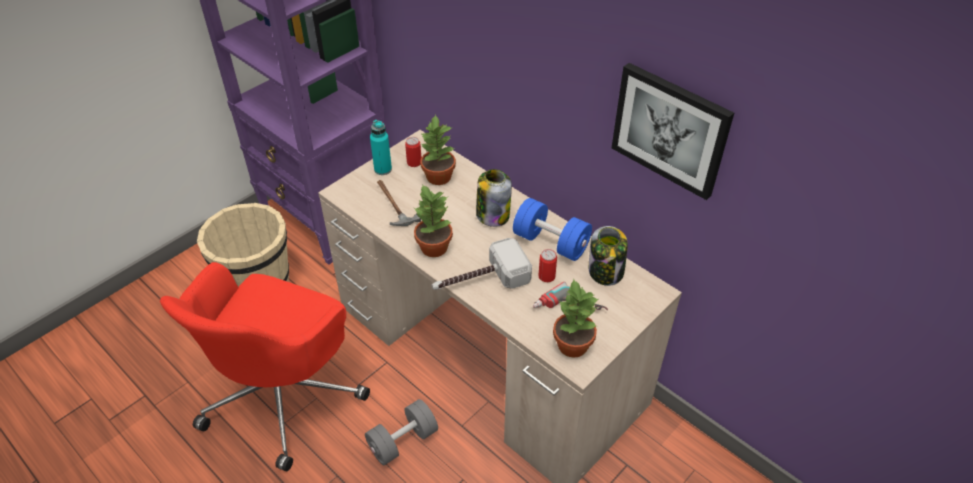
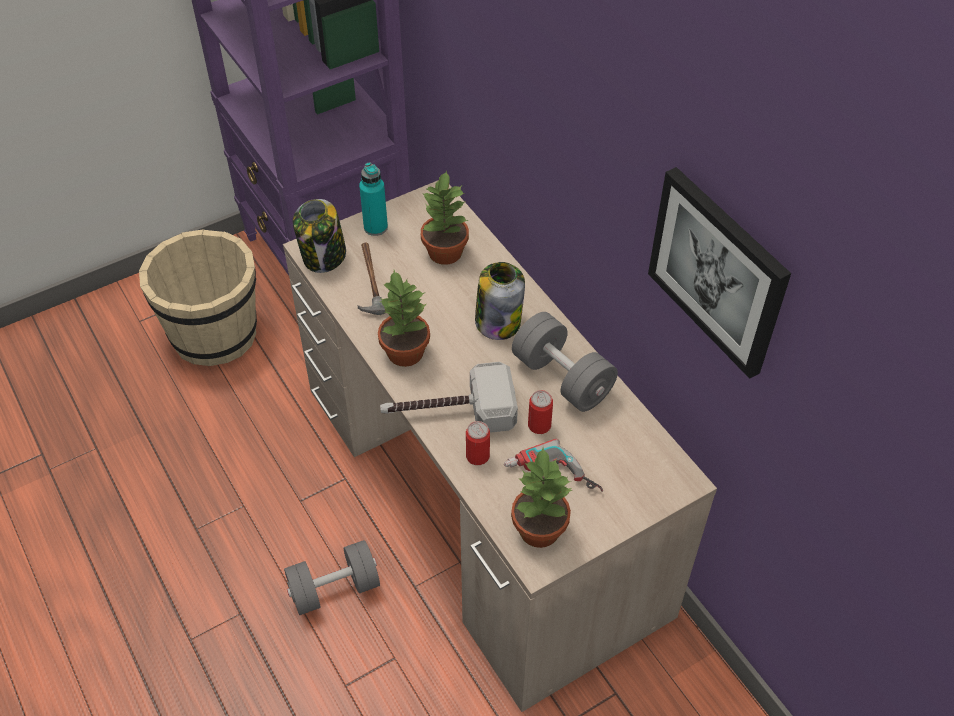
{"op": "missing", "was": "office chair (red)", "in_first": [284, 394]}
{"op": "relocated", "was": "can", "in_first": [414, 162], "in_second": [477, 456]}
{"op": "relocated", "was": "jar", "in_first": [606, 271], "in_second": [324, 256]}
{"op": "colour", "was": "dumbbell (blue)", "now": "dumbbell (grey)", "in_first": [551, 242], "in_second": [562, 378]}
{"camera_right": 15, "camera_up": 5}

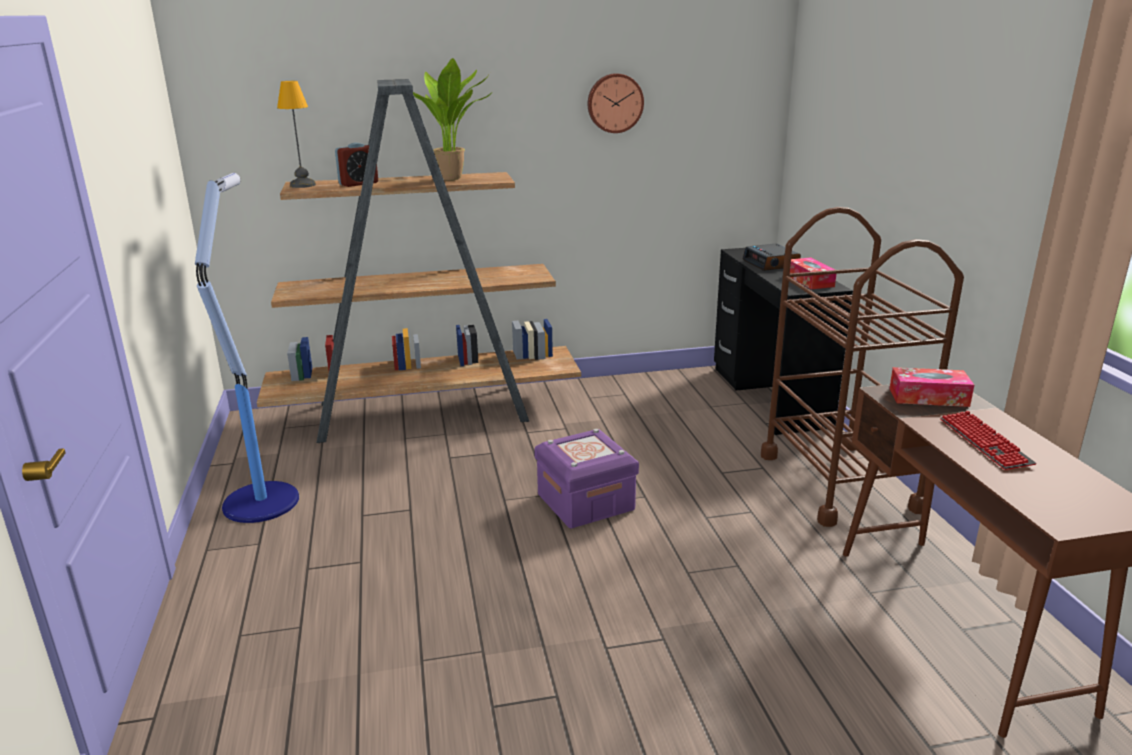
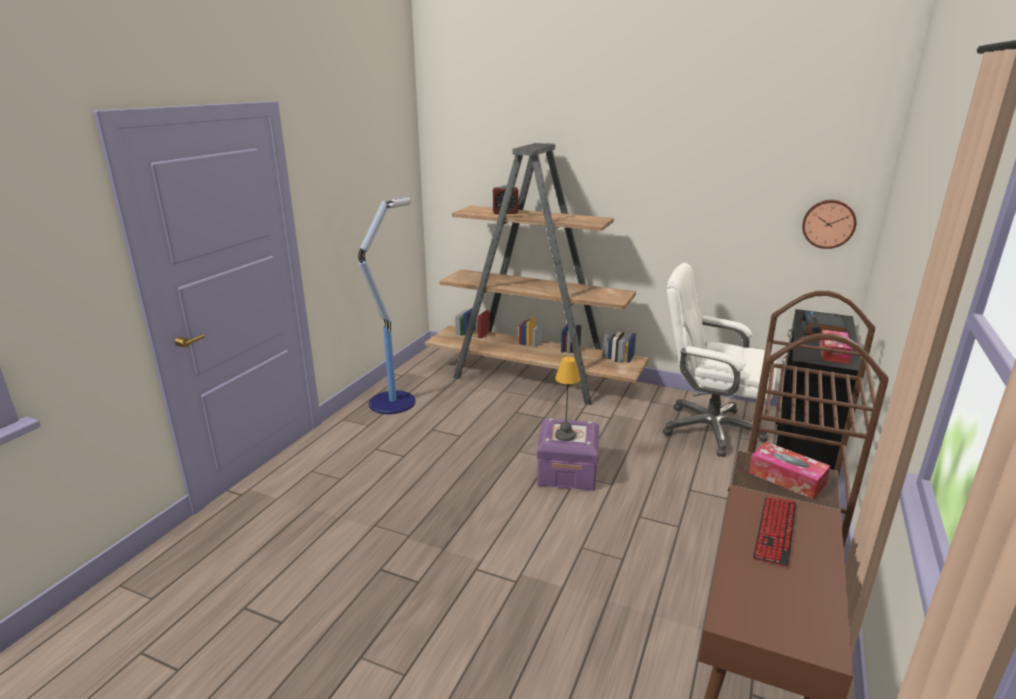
{"op": "missing", "was": "potted plant", "in_first": [454, 179]}
{"op": "appeared", "now": "office chair (white)", "in_second": [710, 429]}
{"op": "relocated", "was": "table lamp", "in_first": [303, 185], "in_second": [565, 435]}
{"op": "relocated", "was": "wall clock", "in_first": [614, 103], "in_second": [828, 223]}
{"camera_right": 35, "camera_up": 0}

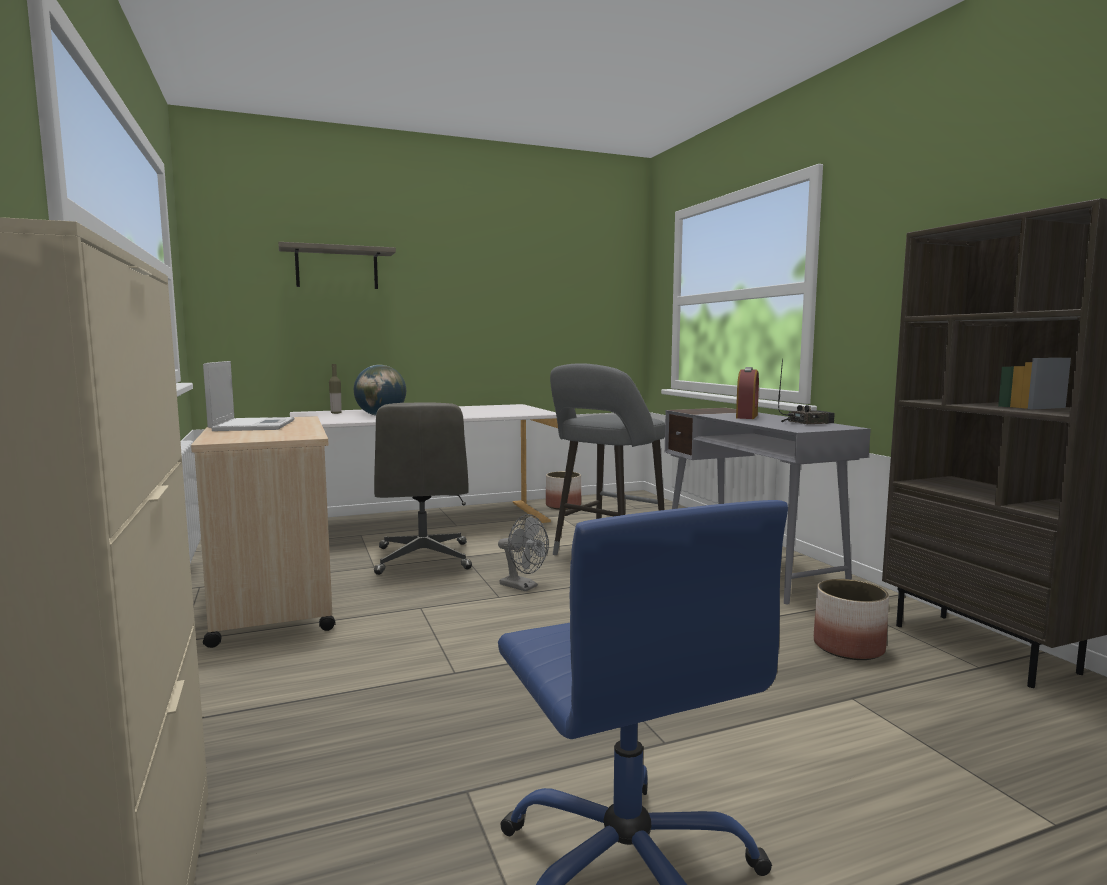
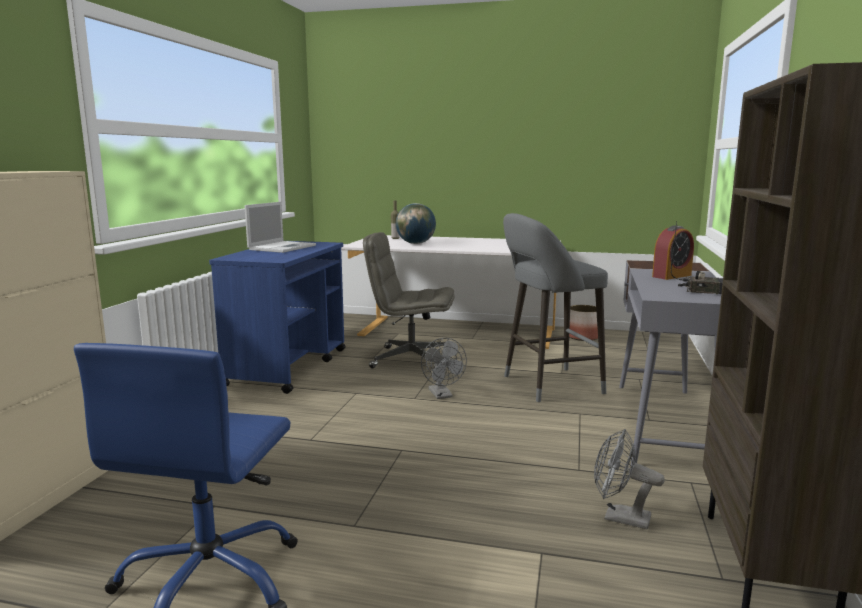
{"op": "missing", "was": "shelf", "in_first": [337, 268]}
{"op": "exchanged", "was": "planter", "now": "fan (grey)", "in_first": [849, 647], "in_second": [619, 517]}
{"op": "colour", "was": "cart (beige)", "now": "cart (blue)", "in_first": [273, 599], "in_second": [288, 367]}
{"op": "spun", "was": "office chair (grey)", "in_first": [423, 559], "in_second": [410, 359], "clockwise": 75}
{"camera_right": 35, "camera_up": 5}

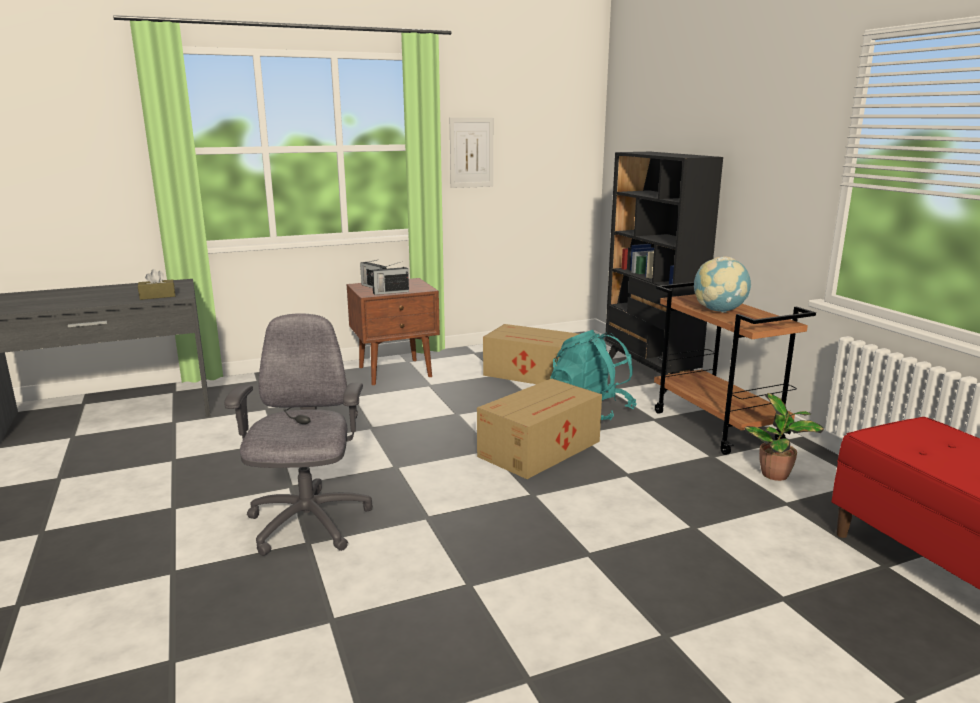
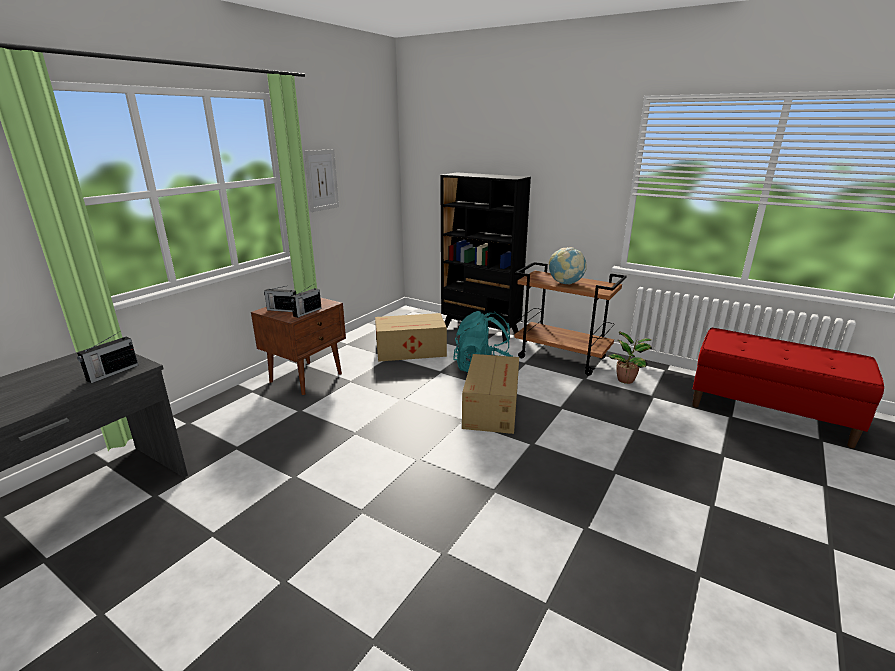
{"op": "missing", "was": "office chair (grey)", "in_first": [308, 524]}
{"op": "exchanged", "was": "tissue box (brown)", "now": "radio", "in_first": [157, 296], "in_second": [112, 373]}
{"camera_right": -35, "camera_up": 5}

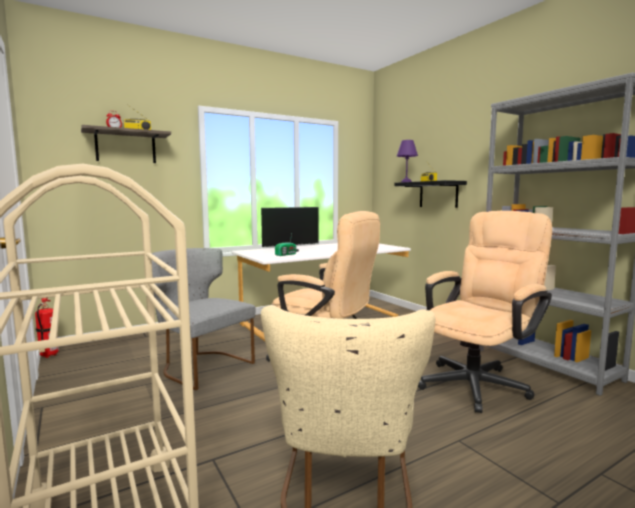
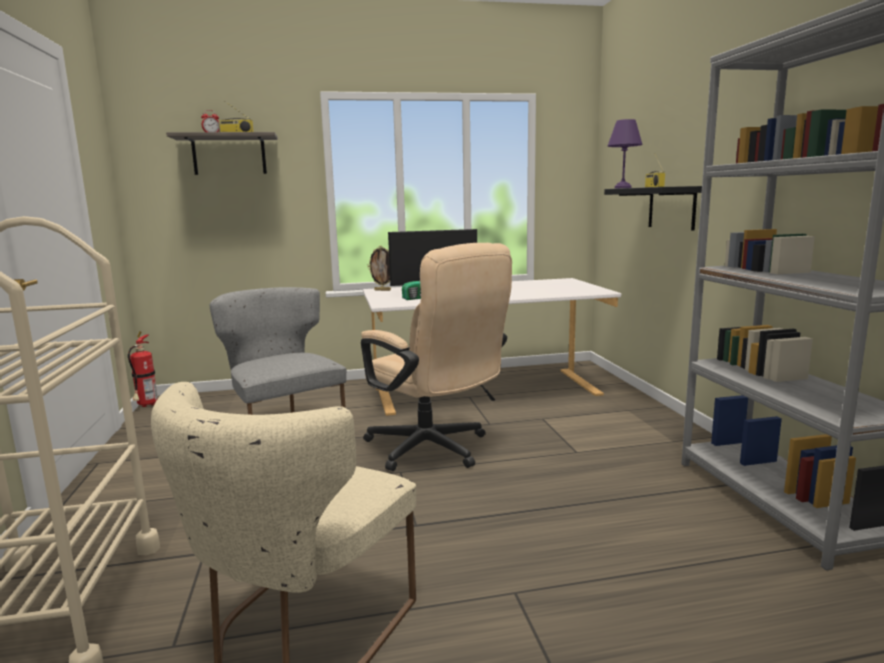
{"op": "missing", "was": "office chair (beige)", "in_first": [479, 382]}
{"op": "appeared", "now": "picture frame", "in_second": [382, 290]}
{"camera_right": 20, "camera_up": 5}

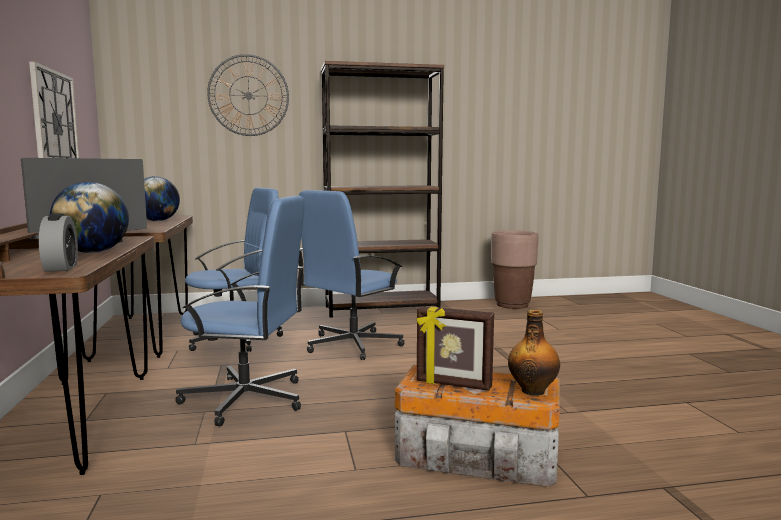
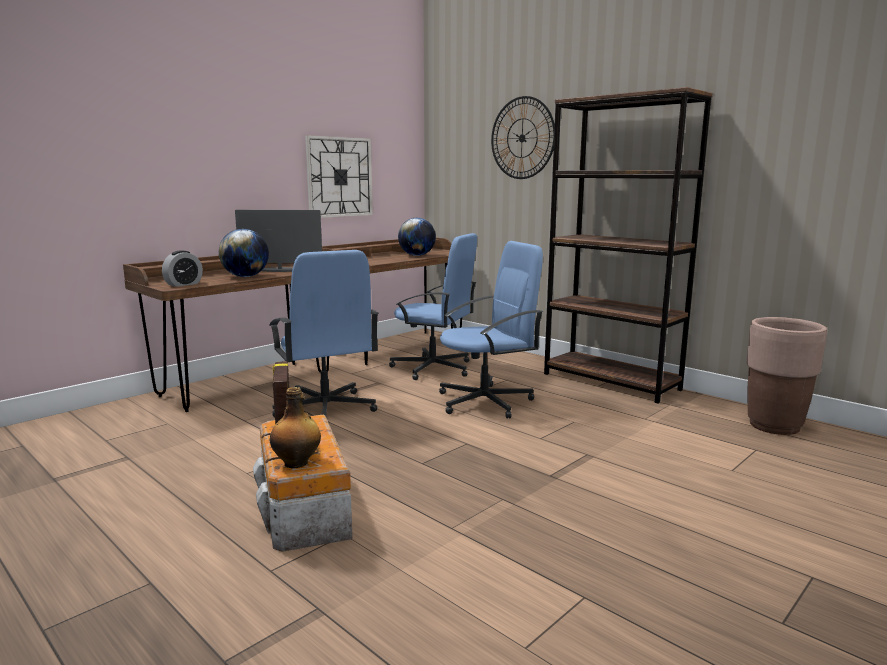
{"op": "spun", "was": "office chair (blue)", "in_first": [351, 345], "in_second": [486, 401], "clockwise": 150}
{"camera_right": 55, "camera_up": 5}

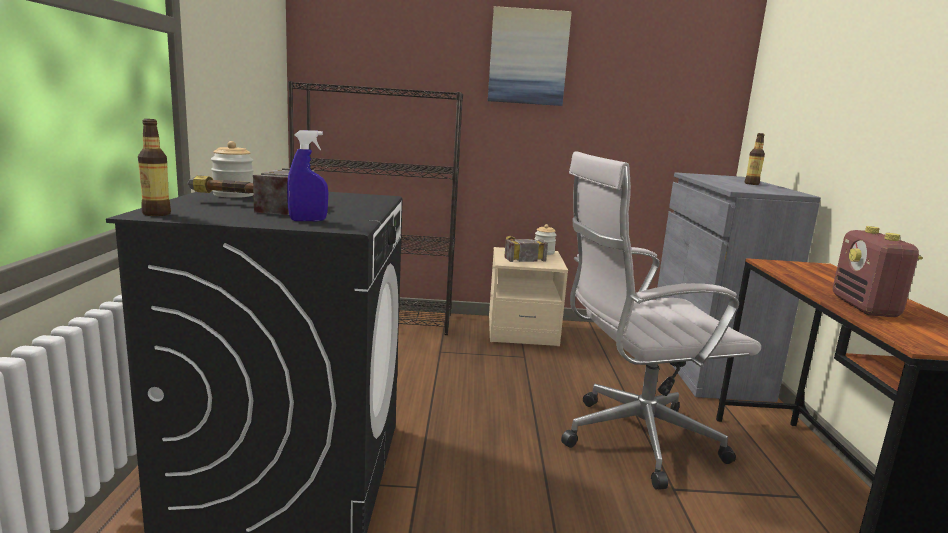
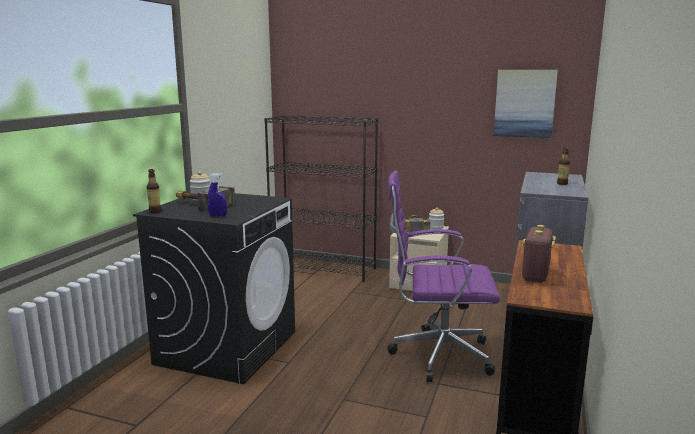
{"op": "relocated", "was": "picture", "in_first": [528, 57], "in_second": [524, 103]}
{"op": "colour", "was": "office chair (white)", "now": "office chair (purple)", "in_first": [632, 440], "in_second": [436, 355]}
{"camera_right": 20, "camera_up": 0}

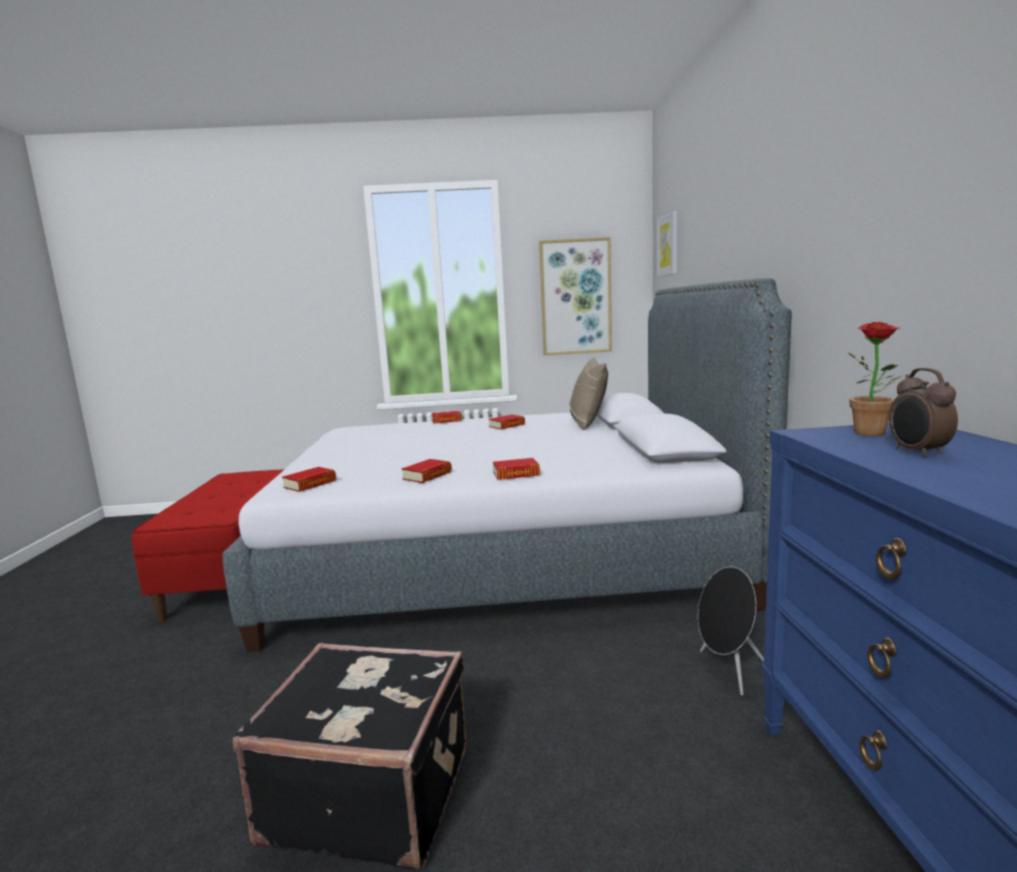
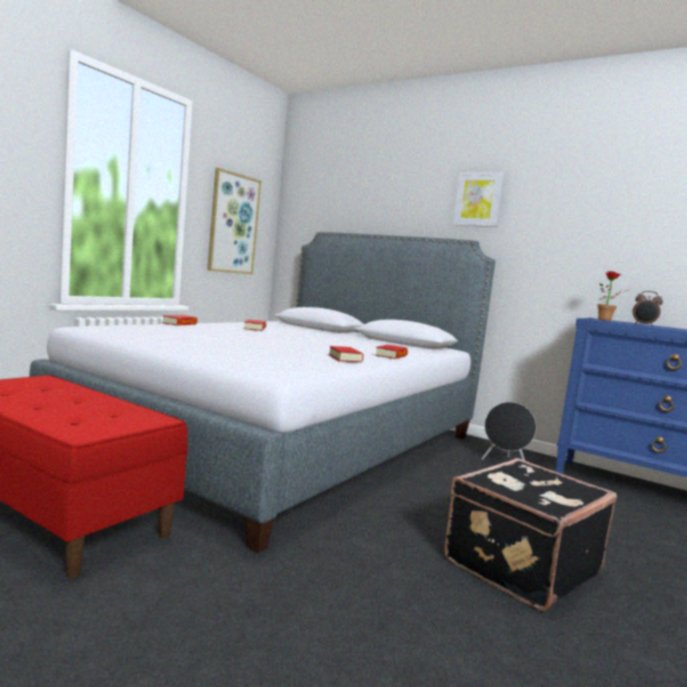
{"op": "missing", "was": "book", "in_first": [310, 484]}
{"op": "missing", "was": "pillow (beige)", "in_first": [588, 423]}
{"op": "relocated", "was": "picture", "in_first": [668, 245], "in_second": [478, 199]}
{"camera_right": -55, "camera_up": -5}

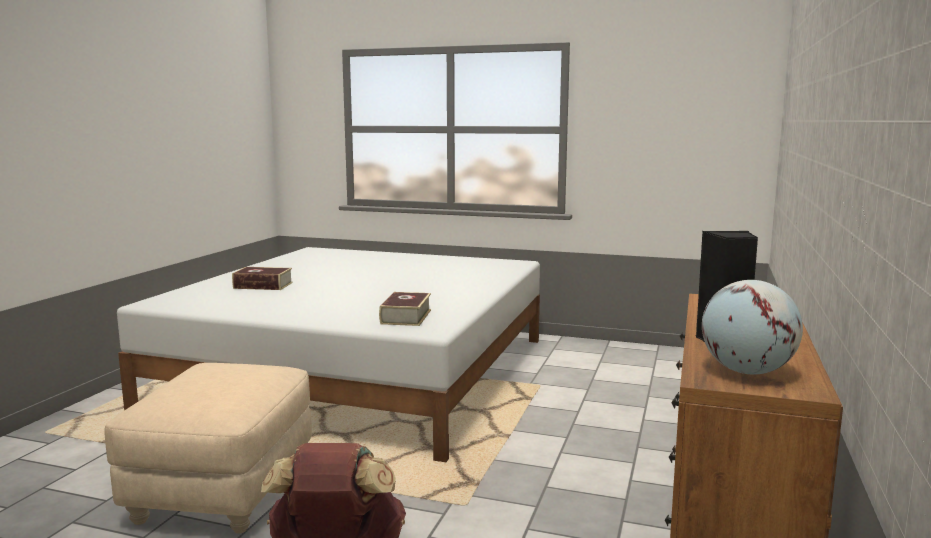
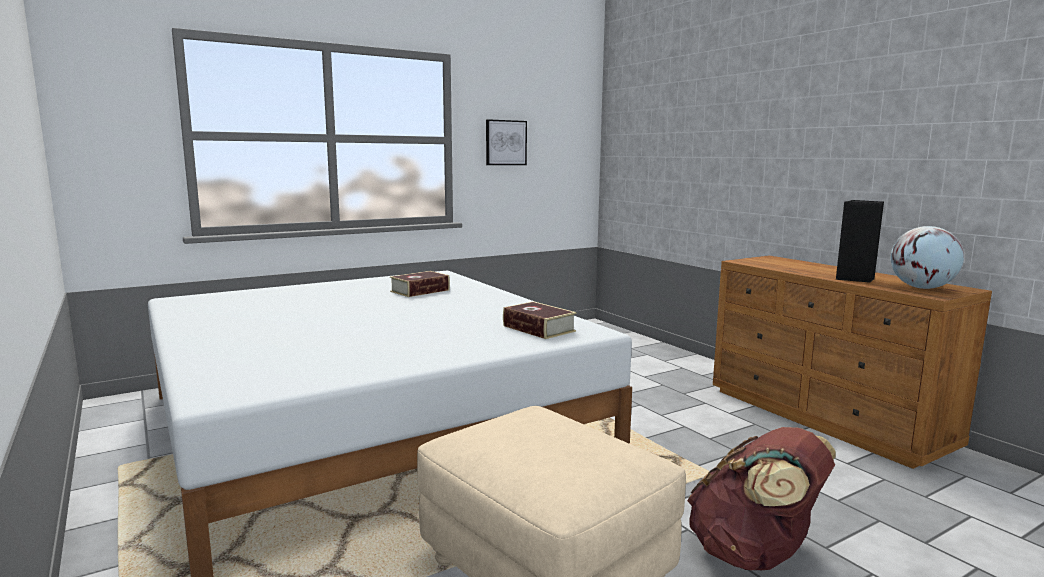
{"op": "appeared", "now": "picture", "in_second": [505, 142]}
{"op": "relocated", "was": "book", "in_first": [263, 285], "in_second": [420, 291]}
{"camera_right": -50, "camera_up": 0}

